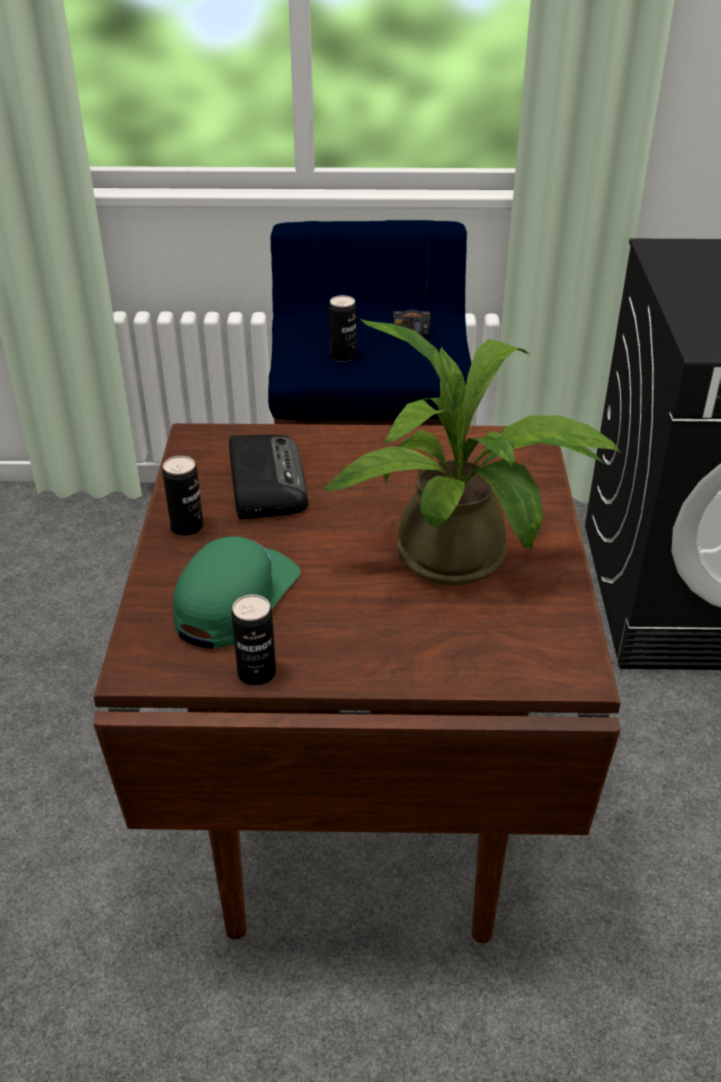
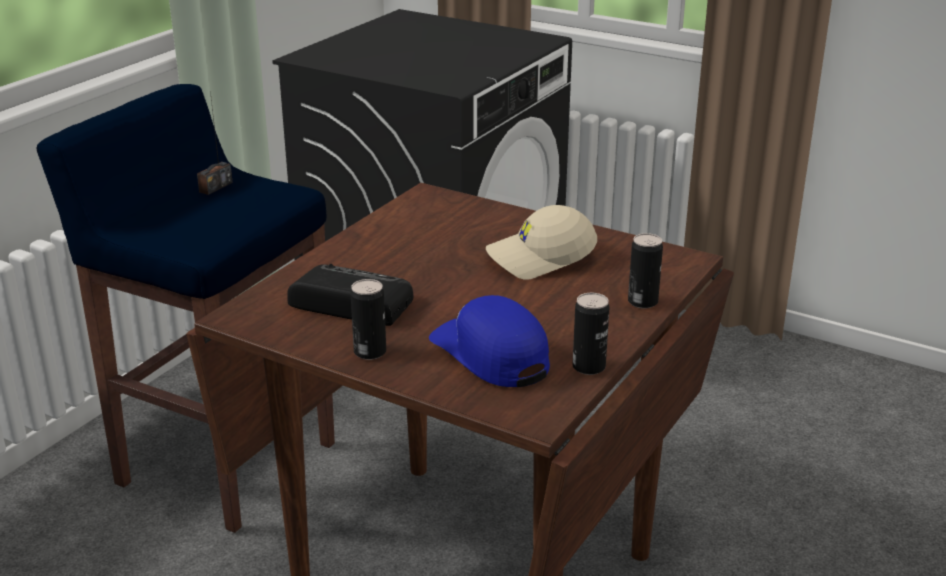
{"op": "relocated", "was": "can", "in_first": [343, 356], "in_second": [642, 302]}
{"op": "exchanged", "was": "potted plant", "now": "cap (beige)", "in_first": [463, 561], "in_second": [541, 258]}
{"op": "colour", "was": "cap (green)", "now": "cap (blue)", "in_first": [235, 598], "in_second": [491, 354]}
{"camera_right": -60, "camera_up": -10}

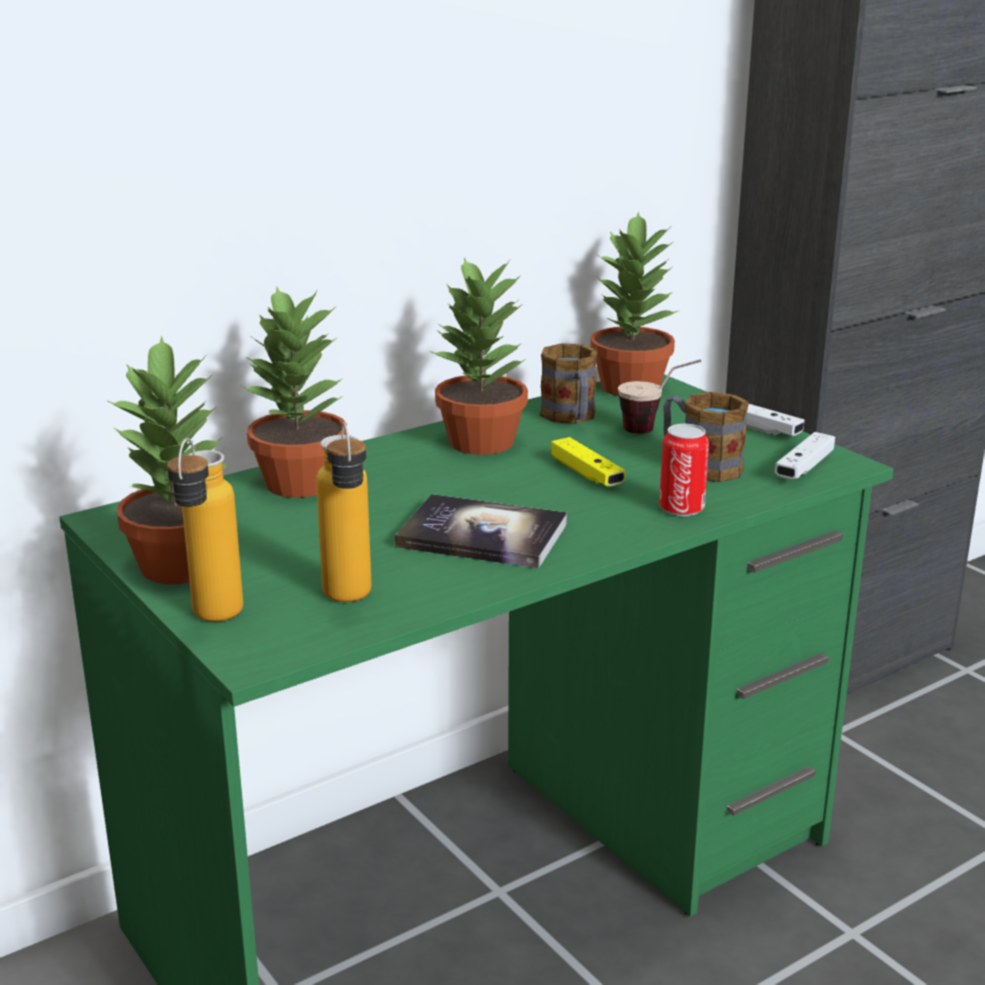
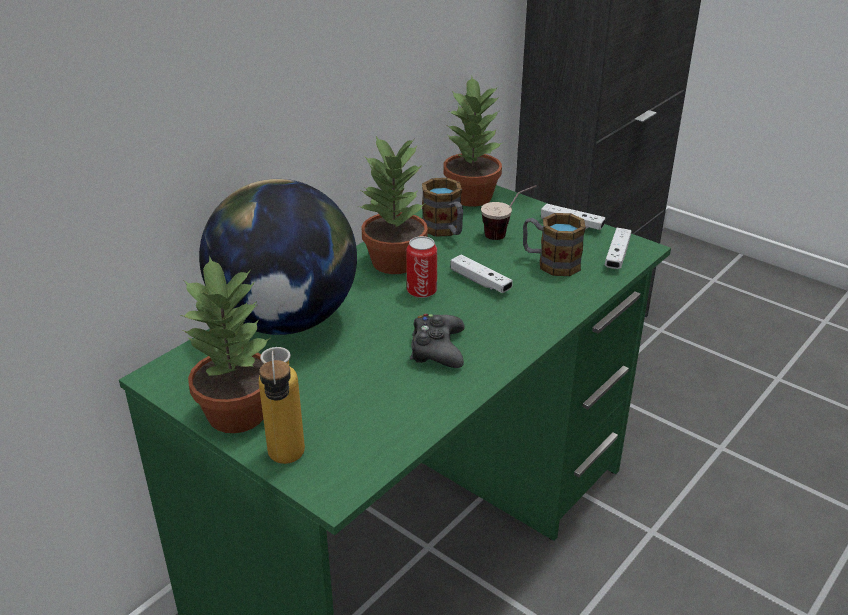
{"op": "missing", "was": "bottle", "in_first": [350, 602]}
{"op": "relocated", "was": "can", "in_first": [681, 508], "in_second": [422, 291]}
{"op": "exchanged", "was": "potted plant", "now": "globe", "in_first": [300, 484], "in_second": [286, 320]}
{"op": "exchanged", "was": "book", "now": "game controller (black)", "in_first": [482, 535], "in_second": [437, 349]}
{"op": "colour", "was": "game controller (yellow)", "now": "game controller (white)", "in_first": [586, 474], "in_second": [480, 282]}
{"camera_right": -15, "camera_up": 10}

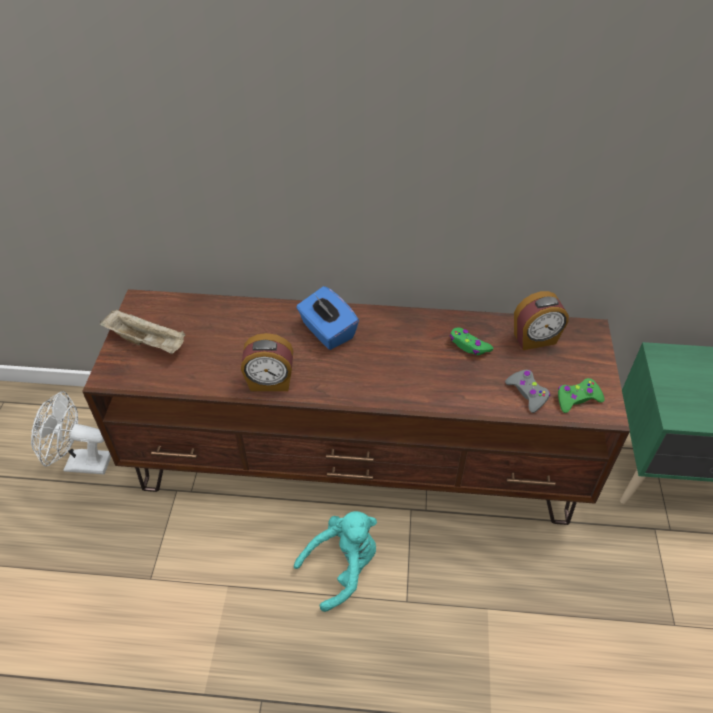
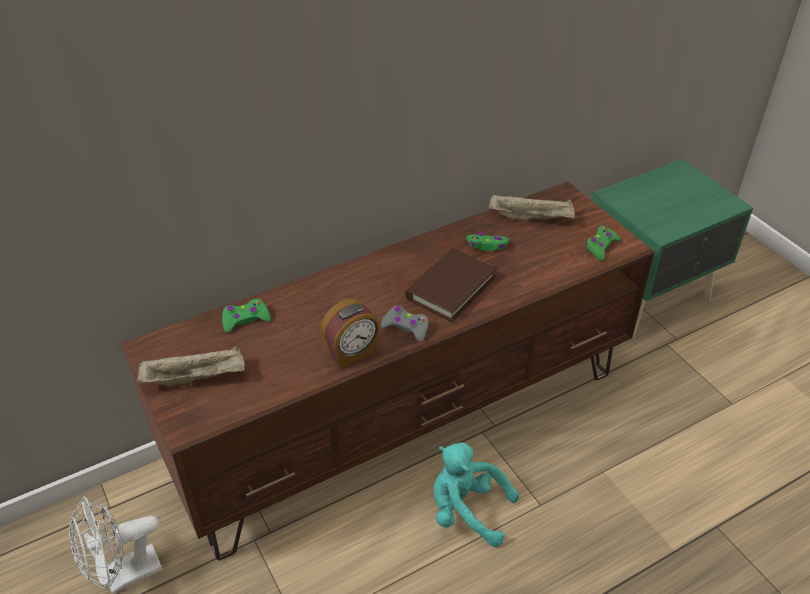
{"op": "missing", "was": "tissue box (blue)", "in_first": [327, 331]}
{"op": "appeared", "now": "game controller (green)", "in_second": [245, 319]}
{"op": "appeared", "now": "book (brown)", "in_second": [451, 288]}
{"op": "relocated", "was": "game controller (grey)", "in_first": [527, 393], "in_second": [406, 327]}
{"op": "exchanged", "was": "alarm clock", "now": "tray (beige)", "in_first": [535, 339], "in_second": [531, 218]}
{"op": "spun", "was": "plush toy (turquoise)", "in_first": [342, 567], "in_second": [467, 511], "clockwise": -90}
{"camera_right": -35, "camera_up": -5}

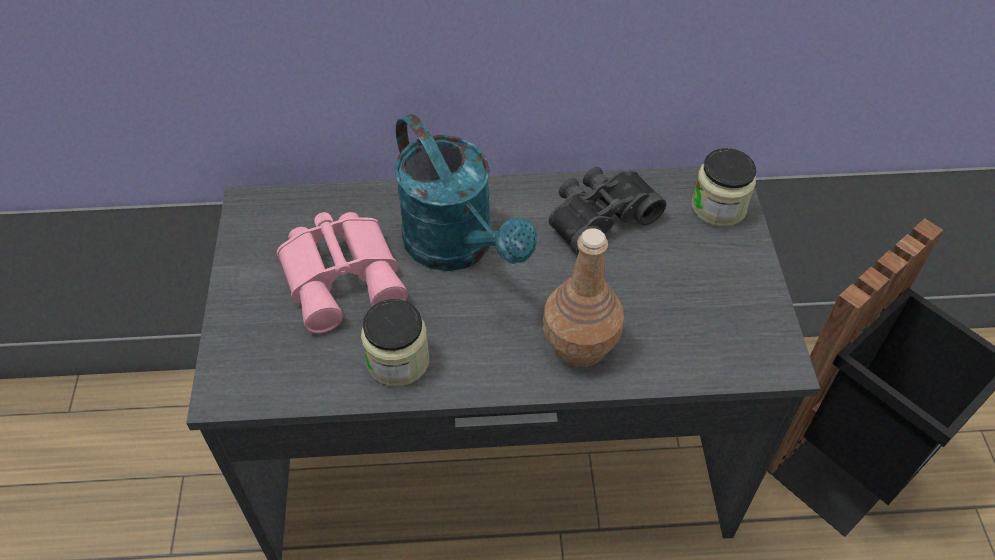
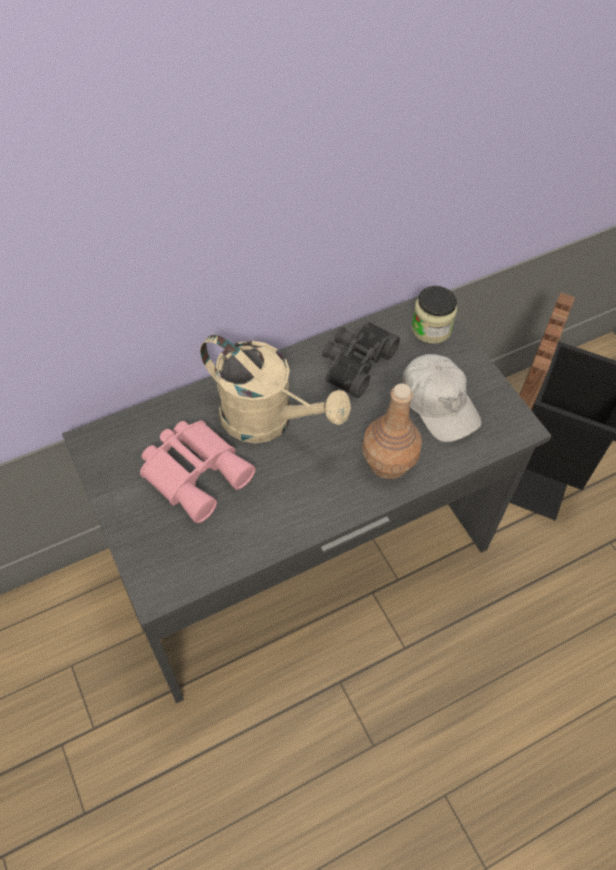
{"op": "missing", "was": "jar", "in_first": [398, 361]}
{"op": "appeared", "now": "cap (white)", "in_second": [438, 403]}
{"op": "colour", "was": "watering can (turquoise)", "now": "watering can (beige)", "in_first": [458, 248], "in_second": [268, 420]}
{"camera_right": -25, "camera_up": 5}

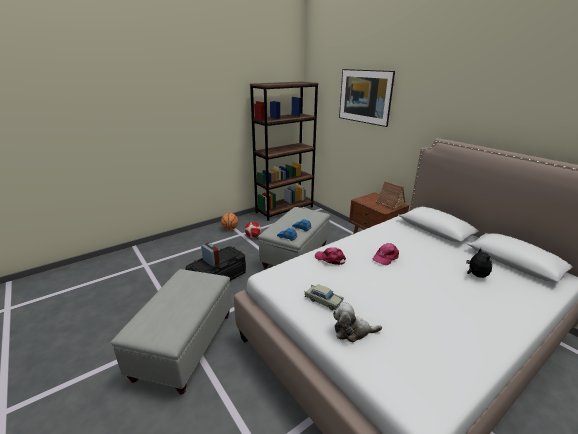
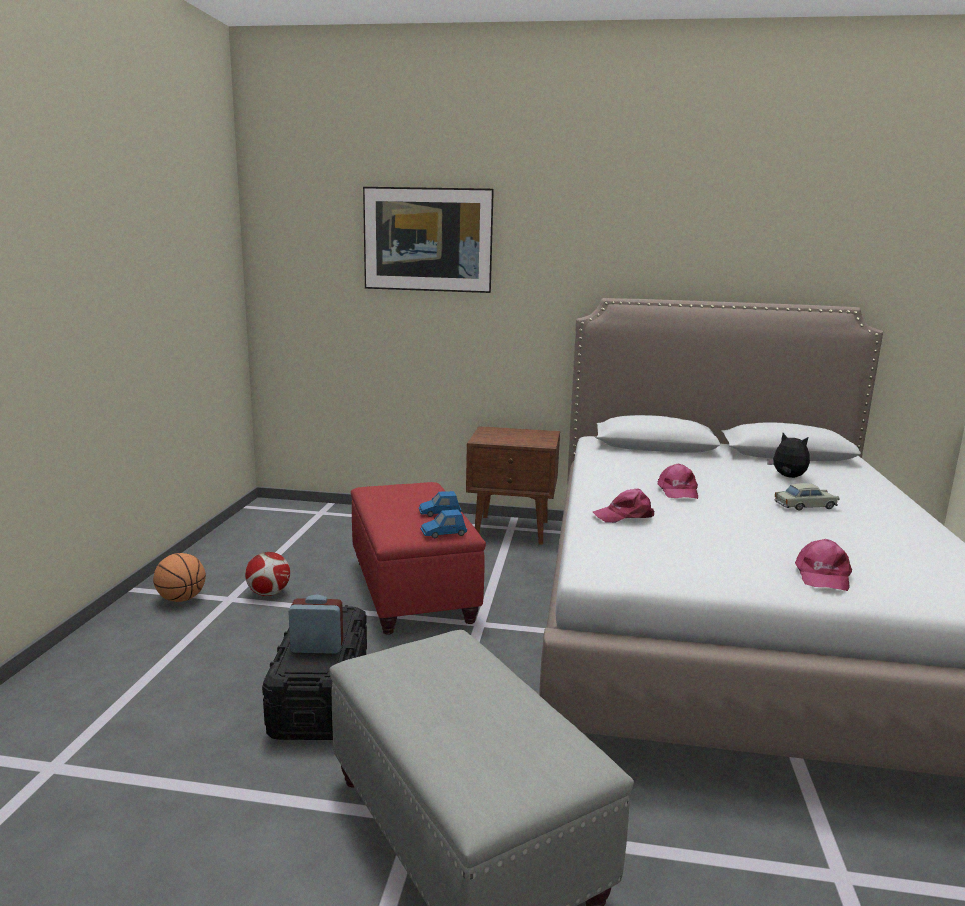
{"op": "missing", "was": "bookcase (brown)", "in_first": [285, 209]}
{"op": "missing", "was": "toy house", "in_first": [389, 203]}
{"op": "relocated", "was": "toy car (beige)", "in_first": [323, 300], "in_second": [805, 506]}
{"op": "exchanged", "was": "plush toy", "now": "cap (pink)", "in_first": [353, 331], "in_second": [822, 575]}
{"op": "colour", "was": "ottoman (grey)", "now": "ottoman (red)", "in_first": [295, 255], "in_second": [412, 591]}
{"camera_right": -45, "camera_up": -10}

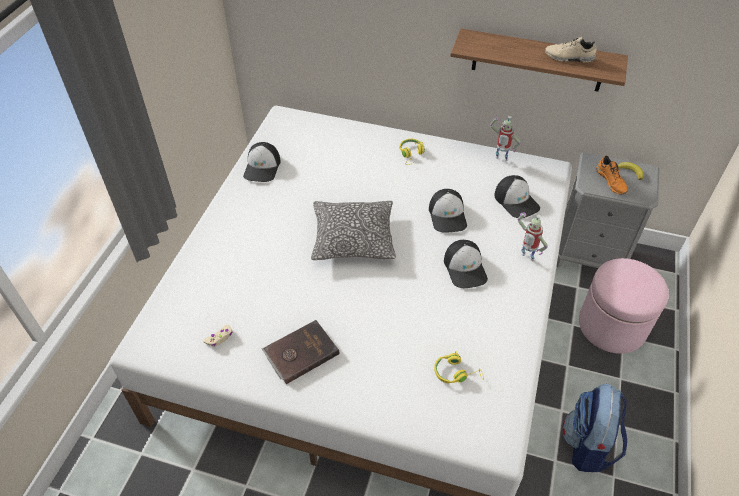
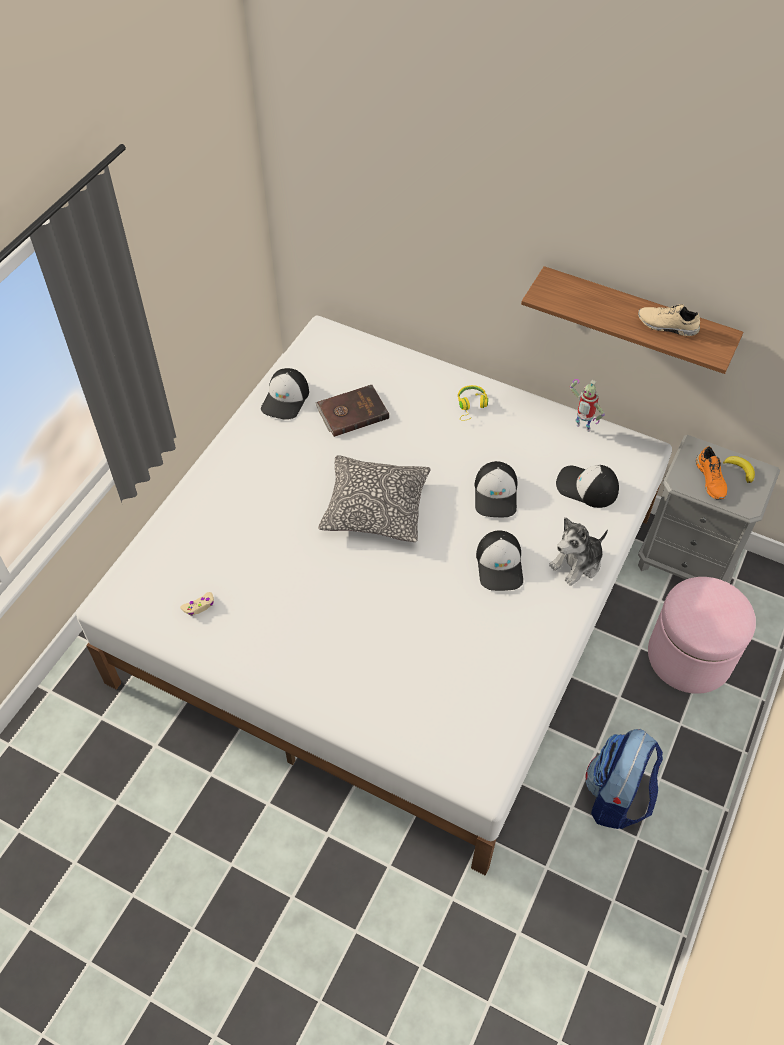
{"op": "missing", "was": "headphones (yellow)", "in_first": [456, 372]}
{"op": "relocated", "was": "book (brown)", "in_first": [300, 352], "in_second": [352, 412]}
{"op": "exchanged", "was": "toy robot", "now": "plush toy", "in_first": [526, 258], "in_second": [577, 563]}
{"op": "spun", "was": "cap", "in_first": [516, 201], "in_second": [586, 487], "clockwise": 135}
{"camera_right": 10, "camera_up": 5}

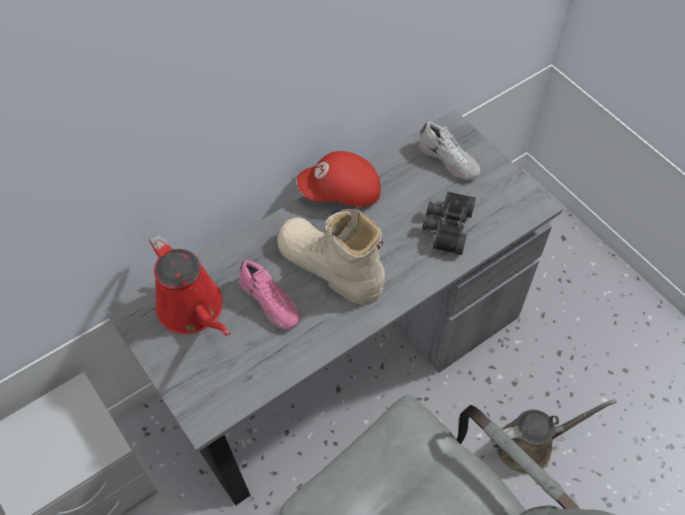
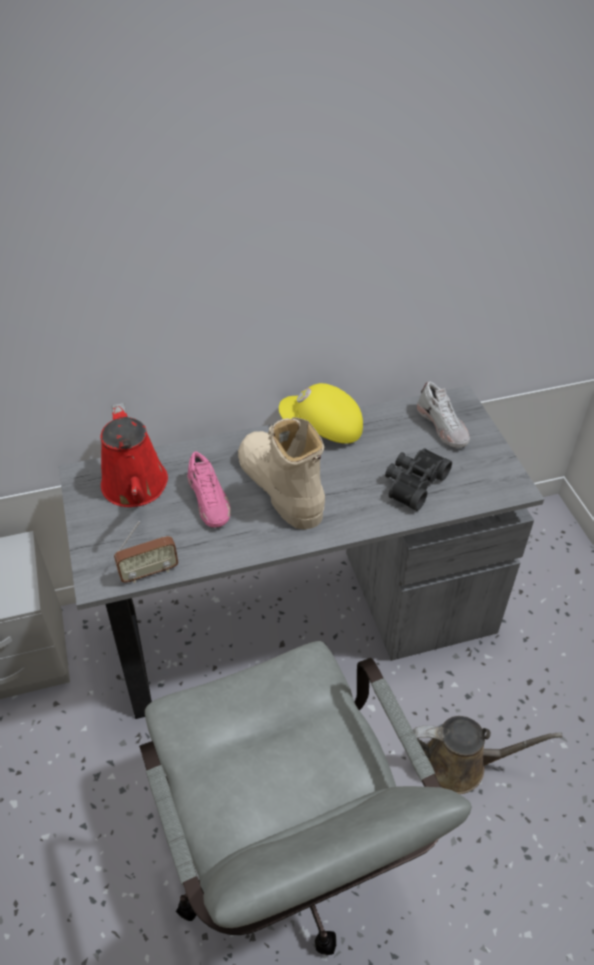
{"op": "appeared", "now": "radio", "in_second": [149, 572]}
{"op": "colour", "was": "cap (red)", "now": "cap (yellow)", "in_first": [341, 193], "in_second": [322, 428]}
{"camera_right": 20, "camera_up": -10}

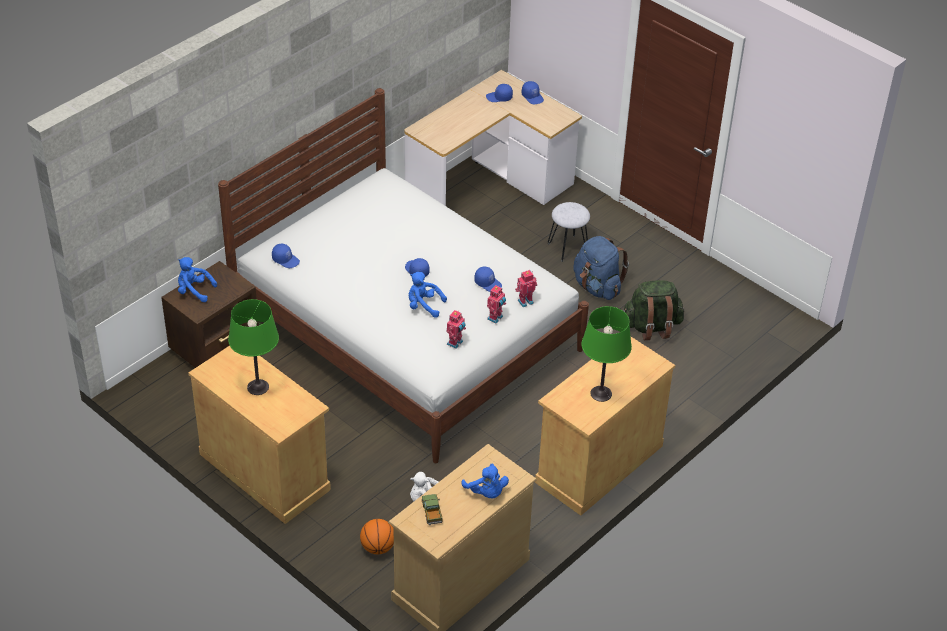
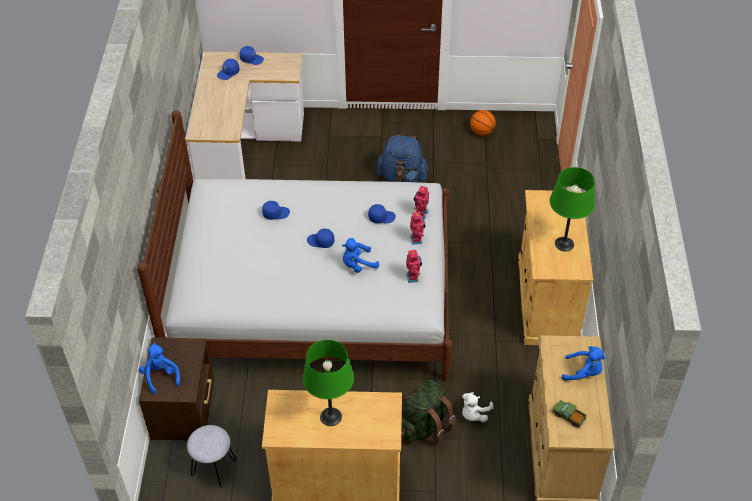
{"op": "relocated", "was": "cap (blue)", "in_first": [286, 260], "in_second": [276, 213]}
{"op": "relocated", "was": "basketball", "in_first": [378, 547], "in_second": [482, 132]}
{"op": "relocated", "was": "stool (grey)", "in_first": [568, 248], "in_second": [214, 469]}
{"op": "relocated", "was": "backpack (green)", "in_first": [651, 327], "in_second": [424, 426]}
{"op": "spun", "was": "plush toy (blue)", "in_first": [194, 291], "in_second": [160, 376], "clockwise": 90}
{"camera_right": -40, "camera_up": 5}

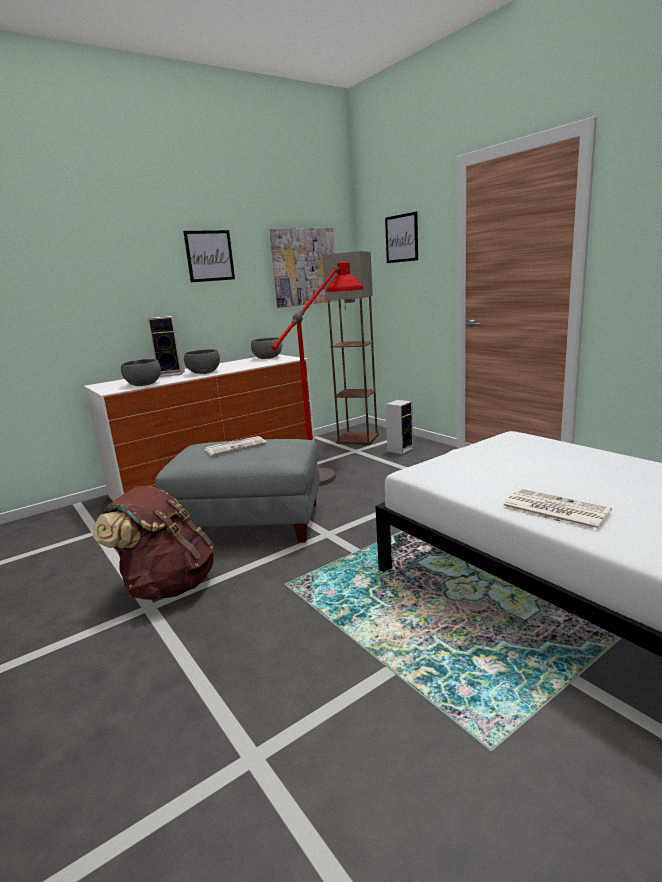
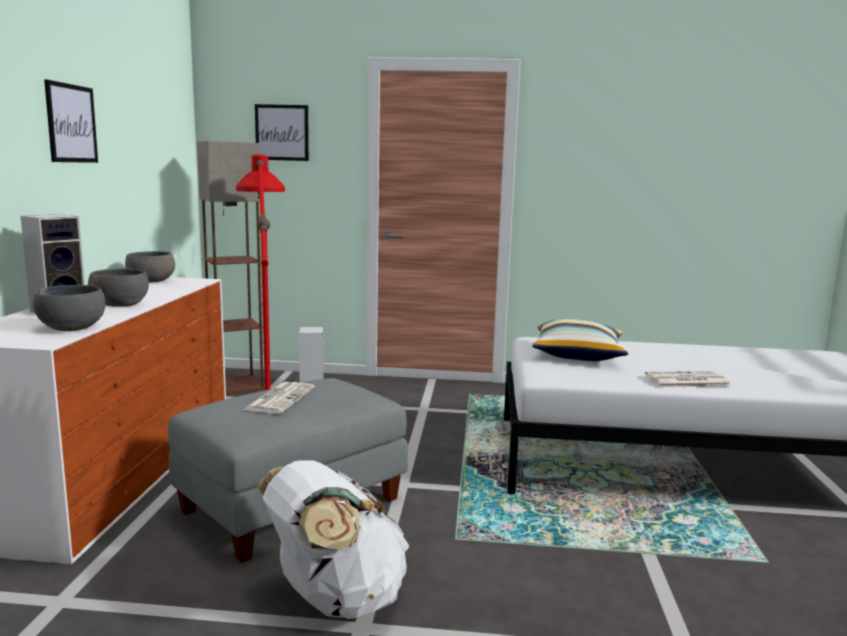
{"op": "missing", "was": "picture", "in_first": [304, 267]}
{"op": "appeared", "now": "pillow", "in_second": [578, 355]}
{"op": "colour", "was": "backpack (brown)", "now": "backpack (white)", "in_first": [167, 586], "in_second": [335, 599]}
{"camera_right": -50, "camera_up": -5}

